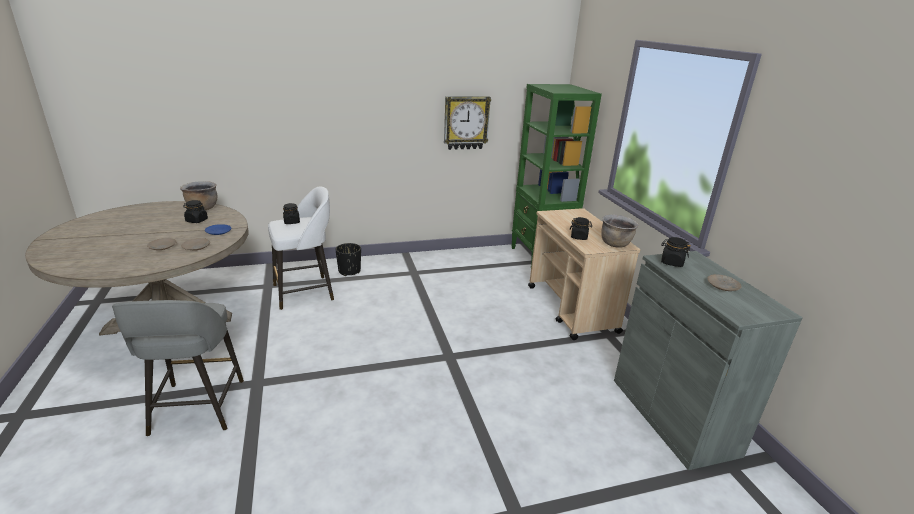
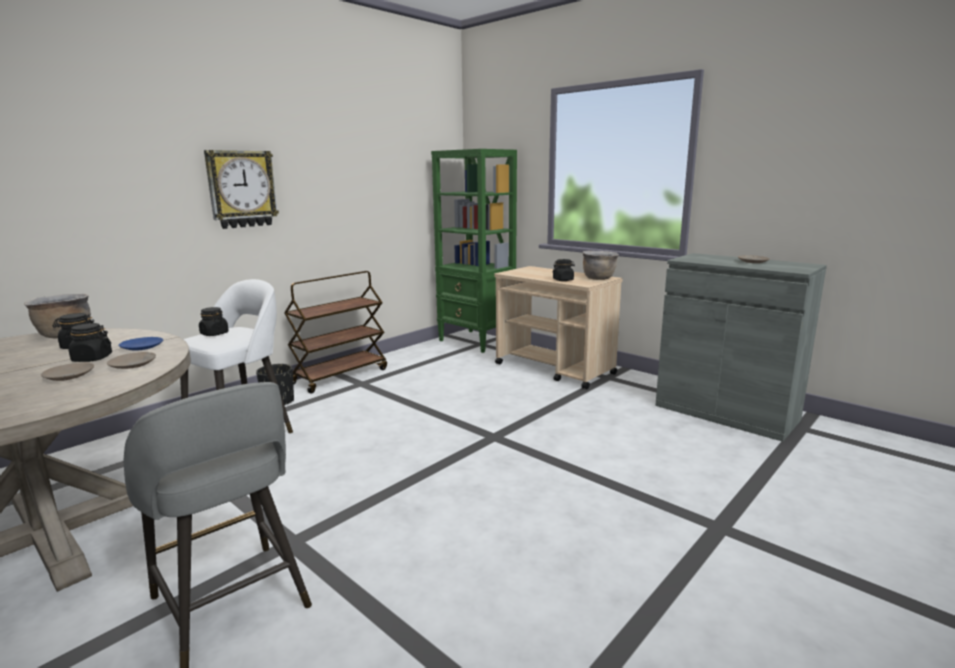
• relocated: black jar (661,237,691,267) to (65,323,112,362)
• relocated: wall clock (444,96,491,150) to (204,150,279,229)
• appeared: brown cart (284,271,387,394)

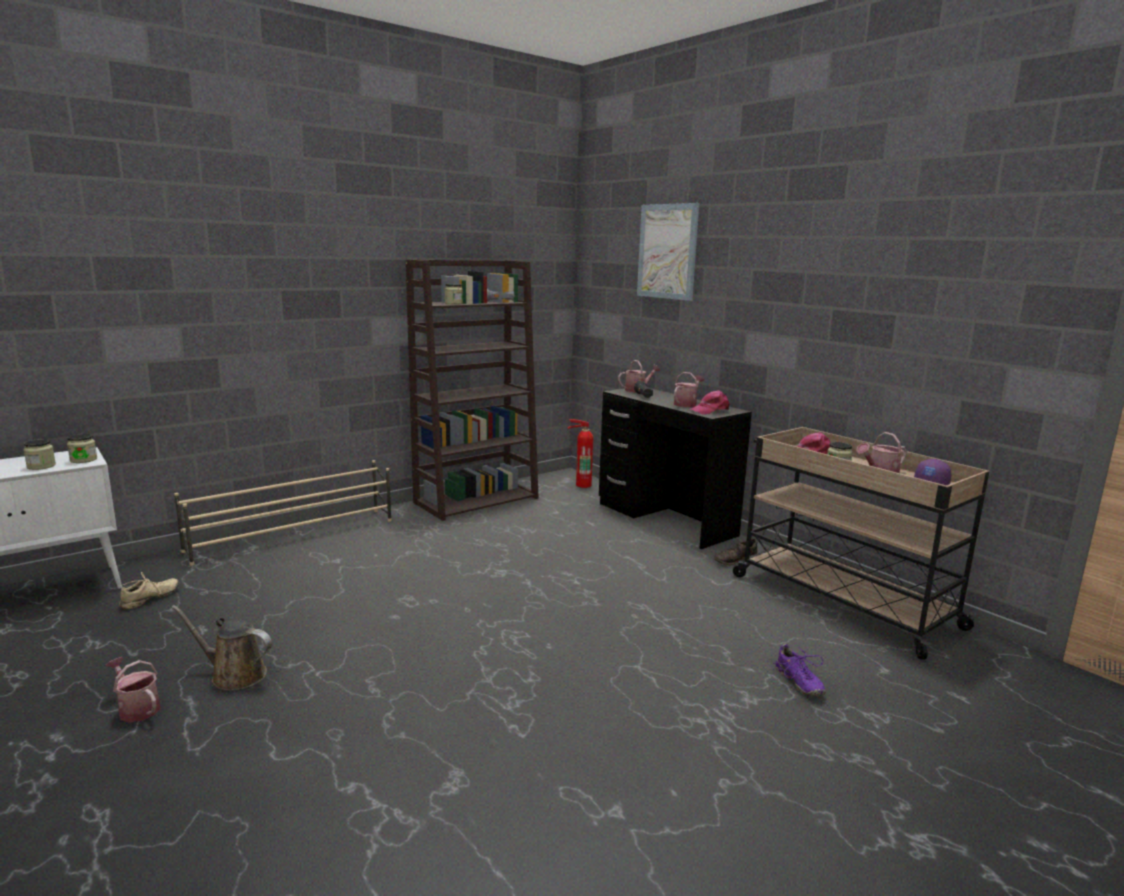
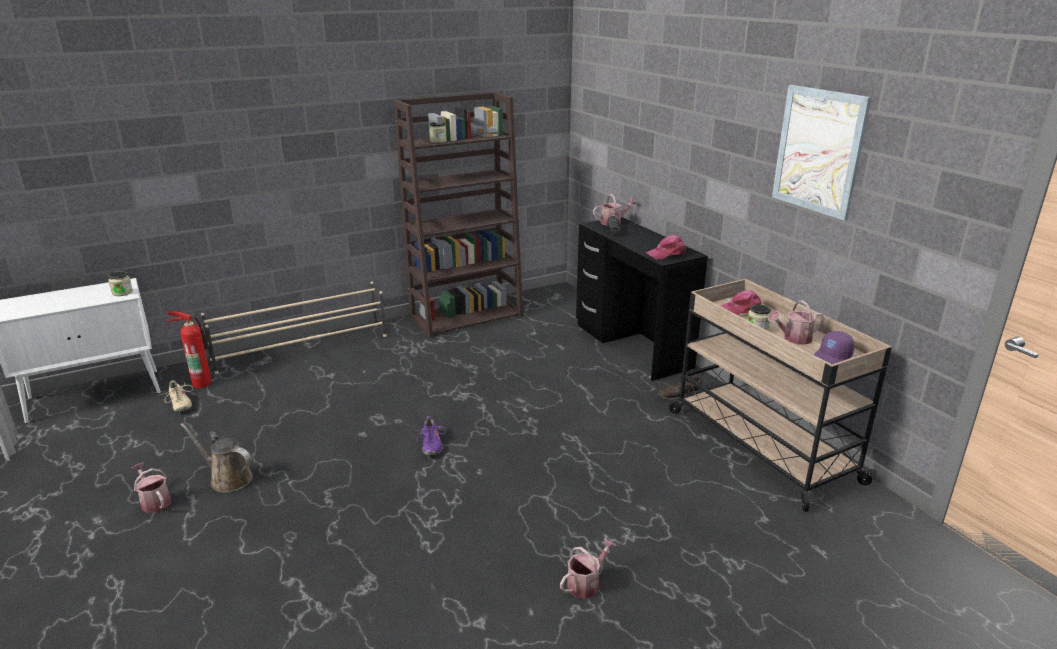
• spun: beige shoe (119,572,179,609) = (160,380,193,412) 105 degrees clockwise
• relocated: fire extinguisher (568,419,593,488) to (167,311,212,388)
• relocated: purple shoe (773,644,826,696) to (416,416,446,455)
• relocated: watering can (674,372,704,407) to (560,538,616,599)
• relocated: picture (637,203,699,301) to (772,85,871,221)
• missing: jar (23,439,56,470)

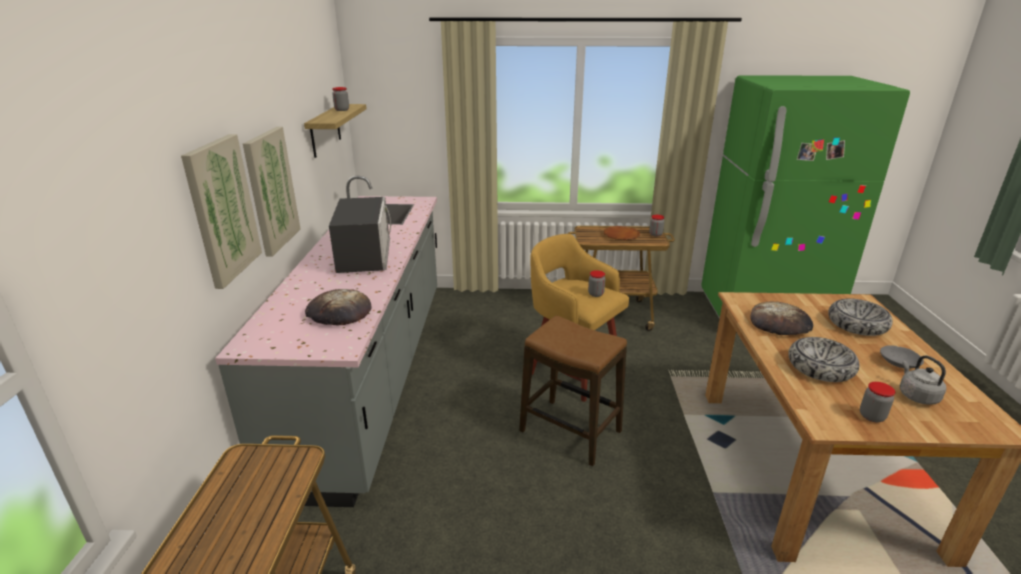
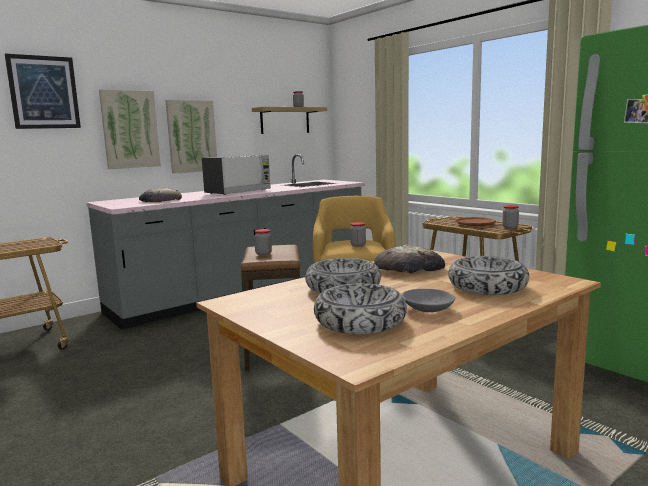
• appeared: picture (5,54,81,129)
• relocated: jar (860,382,895,422) to (254,229,272,255)
• exchanged: grey kettle (900,356,946,405) to bowl (314,283,407,334)

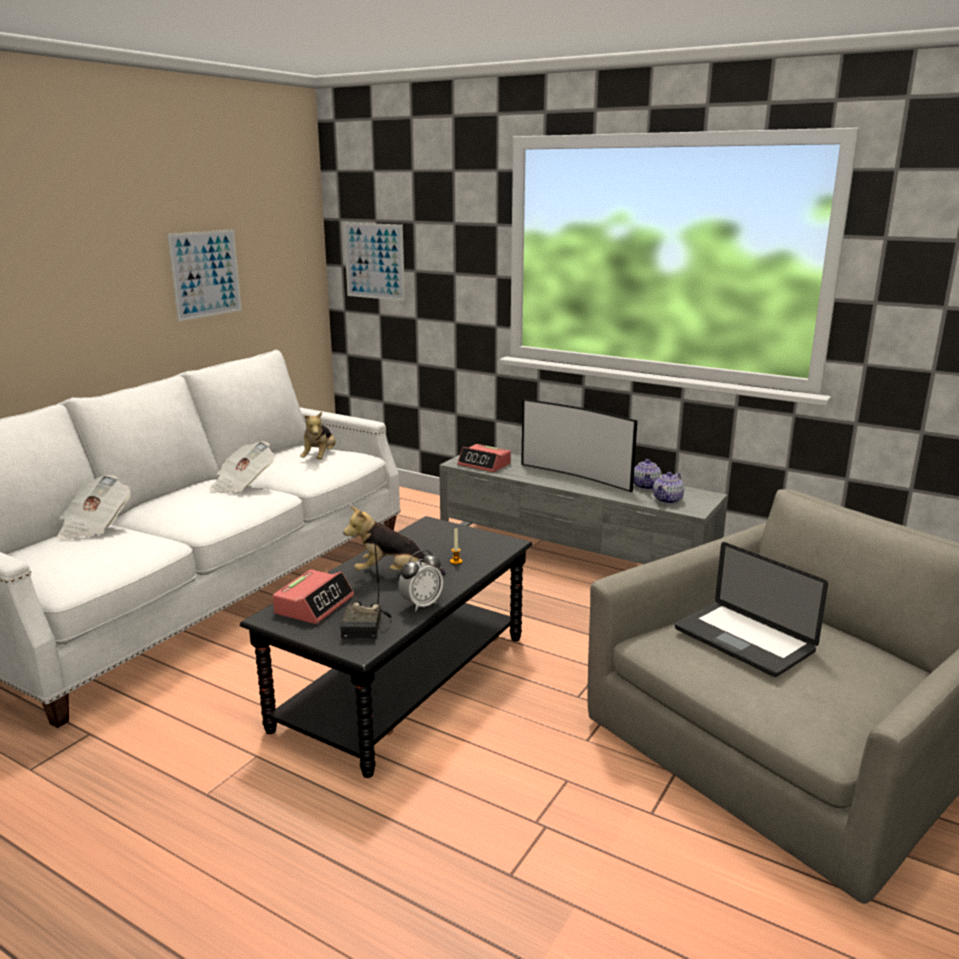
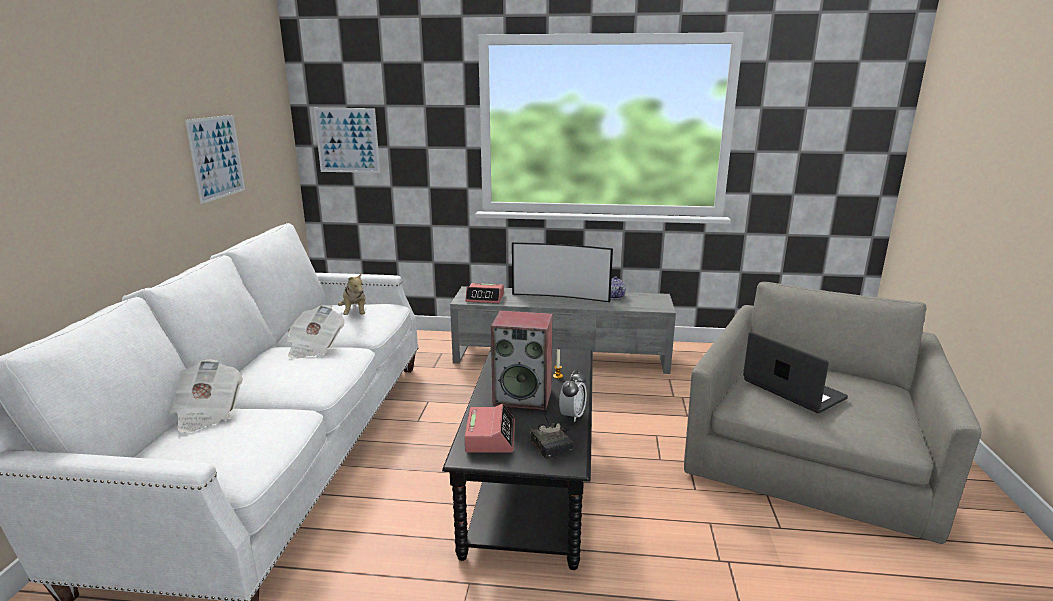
• exchanged: plush toy (343,506,446,575) to speaker (491,310,553,410)
• spun: laptop (675,542,828,677) = (743,332,848,413) 150 degrees counterclockwise
• missing: teapot (653,472,684,504)

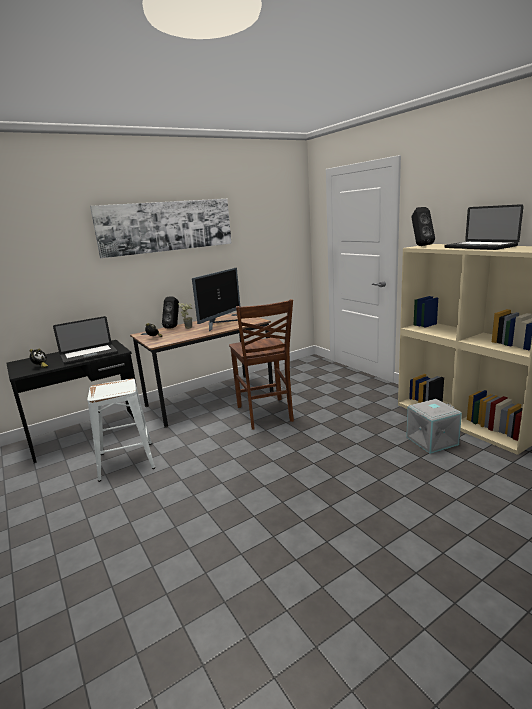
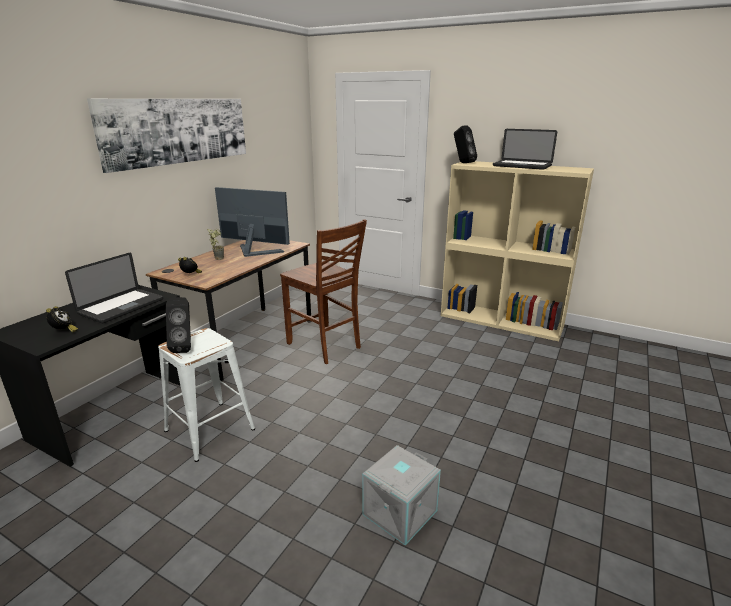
• relocated: black speaker (162,296,179,329) to (166,297,191,353)
• spun: monitor (192,268,240,332) = (215,187,290,257) 75 degrees counterclockwise
• relocated: grey storage box (406,399,462,454) to (362,445,441,546)

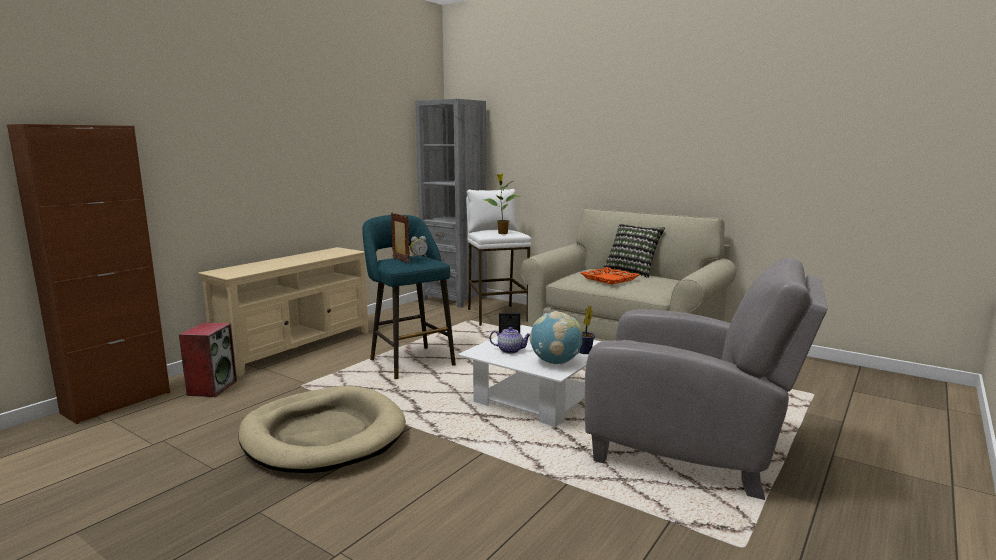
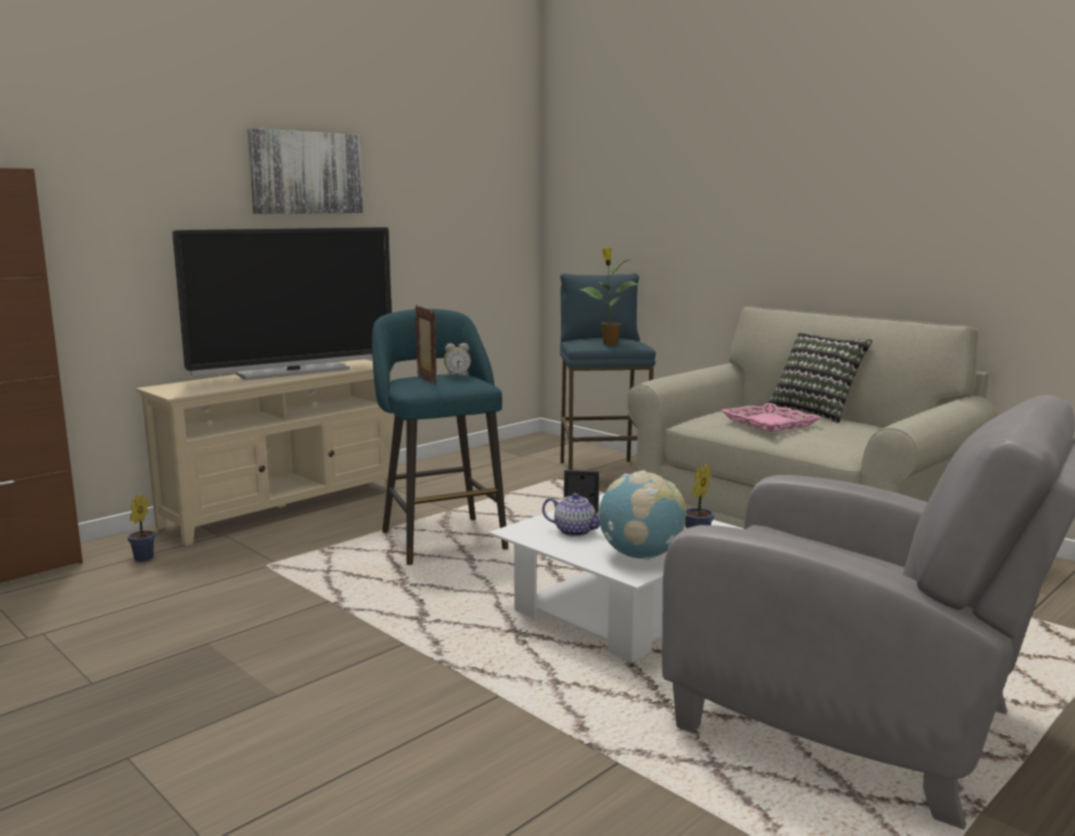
• exchanged: speaker (179,322,237,397) to potted plant (128,494,155,562)
• appeared: television (172,227,392,380)
• appeared: picture (247,128,363,214)
• colour: white stool (466,189,531,326) to blue stool (560,273,656,470)
• colour: orange tray (581,267,640,285) to pink tray (721,403,821,432)
• missing: beige dog bed (238,386,406,473)
• missing: grey bookcase (415,99,487,308)

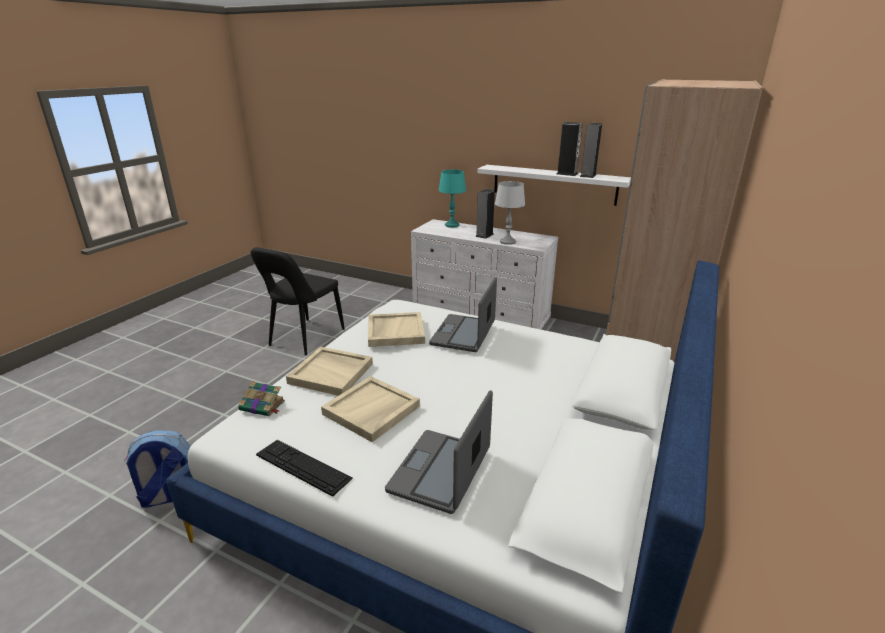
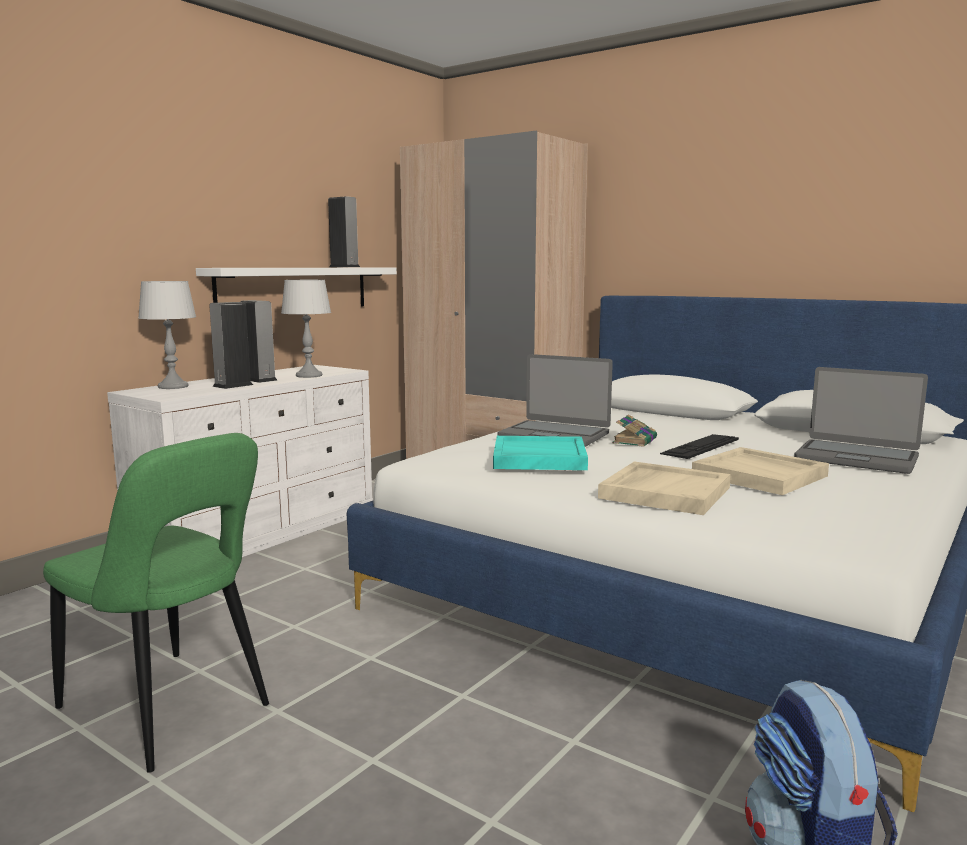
• colour: black chair (250,247,345,356) to green chair (43,433,269,773)
• colour: turquoise table lamp (439,170,466,228) to grey table lamp (138,281,196,389)
• relocated: speaker (557,122,582,176) to (209,302,253,389)
• colour: beige tray (368,312,425,347) to turquoise tray (493,436,588,470)
• relocated: book (238,381,285,416) to (612,414,657,447)
• relocated: keyboard (256,440,353,497) to (660,434,739,459)

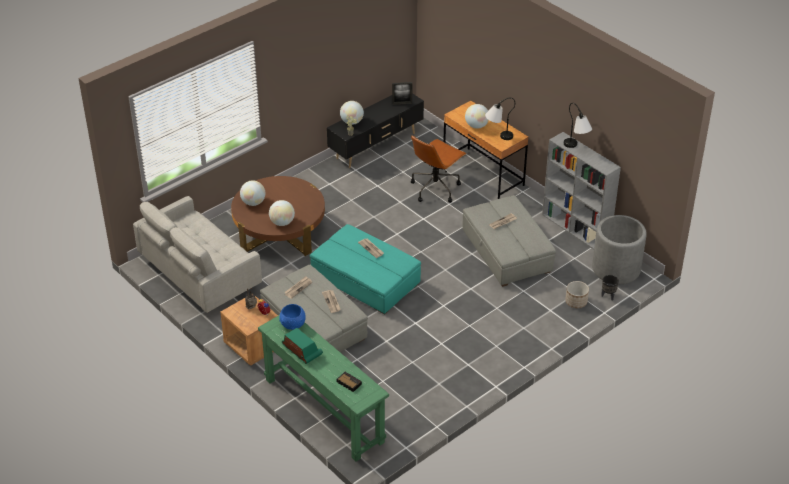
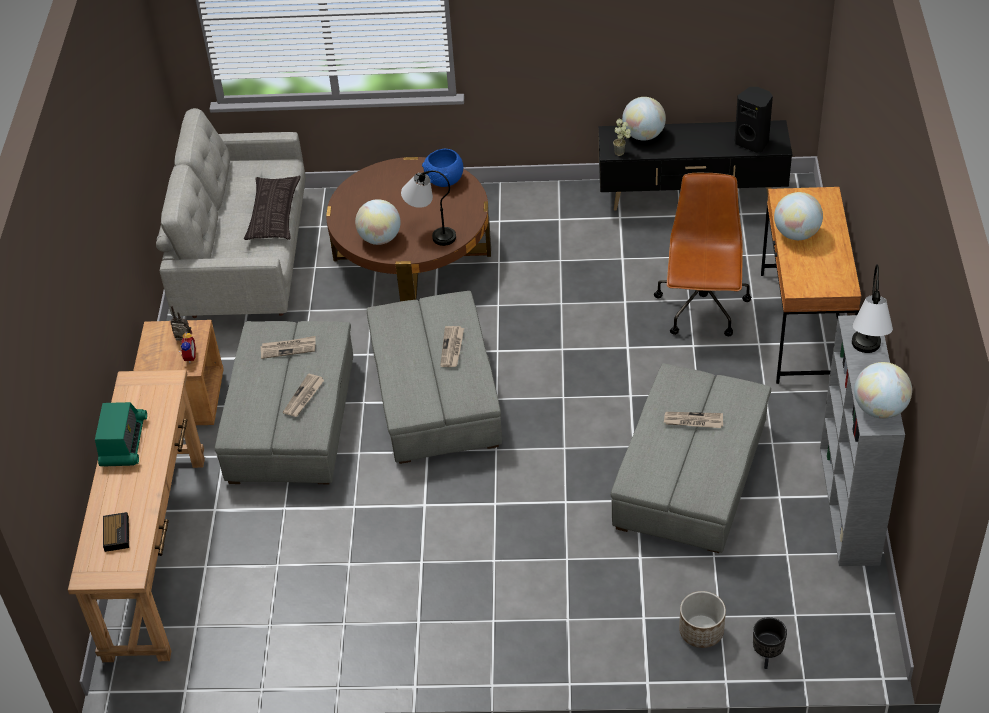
• colour: green console table (258,315,389,461) to brown console table (68,370,205,662)
• appeared: pillow (244,176,300,240)
• colour: turquoise ottoman (310,224,421,315) to grey ottoman (367,291,502,464)
• relocated: table lamp (485,98,515,140) to (401,170,456,246)
• relocated: blue bowl (279,304,306,330) to (422,149,463,187)
• spun: brown office chair (411,135,467,203) = (654,173,752,336) 105 degrees clockwise
• exchanged: picture frame (392,82,412,105) to black speaker (735,87,773,153)
• relocated: globe (240,180,265,206) to (854,362,912,419)
• missing: grey planter (592,215,647,284)

